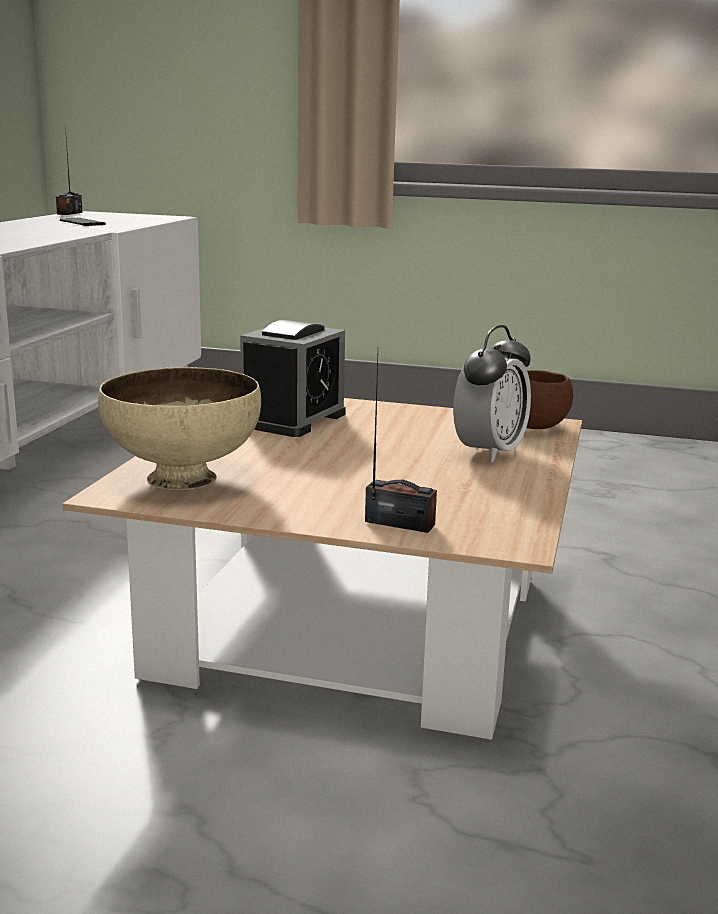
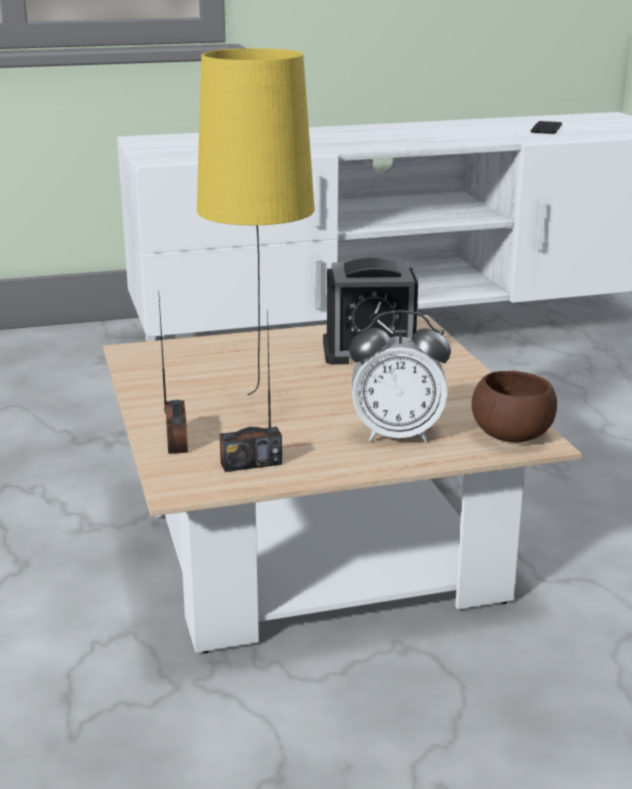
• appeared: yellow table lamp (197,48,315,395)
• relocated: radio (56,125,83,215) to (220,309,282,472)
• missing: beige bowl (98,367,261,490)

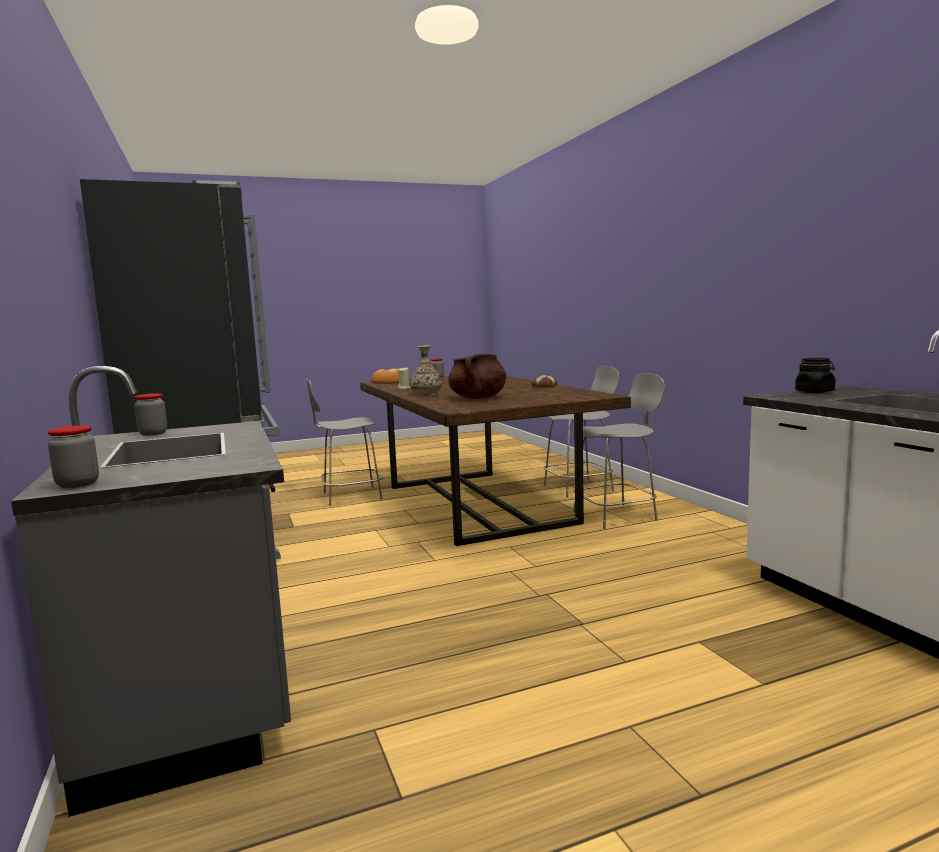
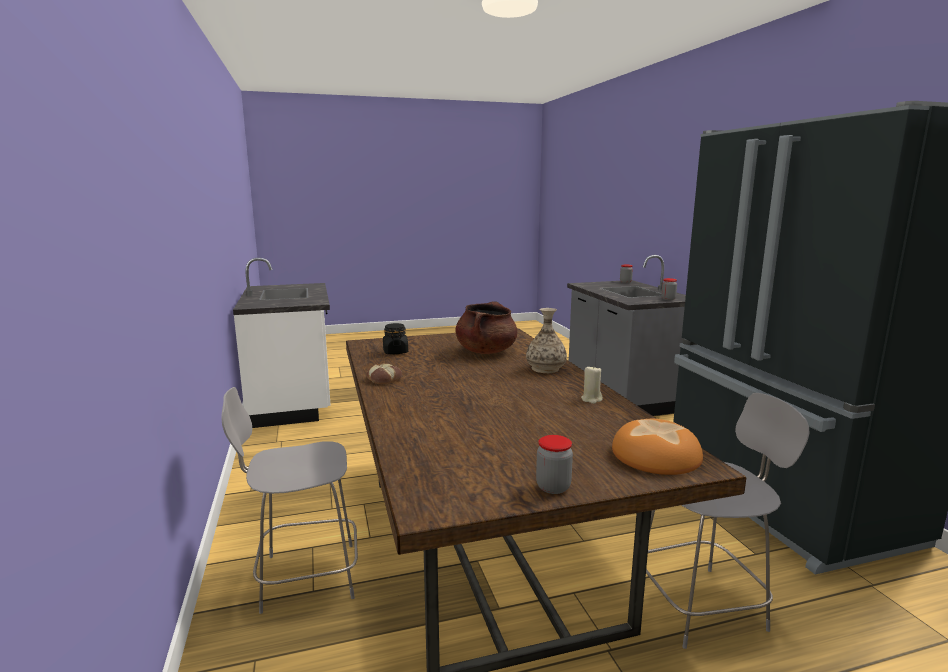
• relocated: black jar (795,358,835,393) to (383,323,408,354)
• missing: grey chair (573,373,665,529)

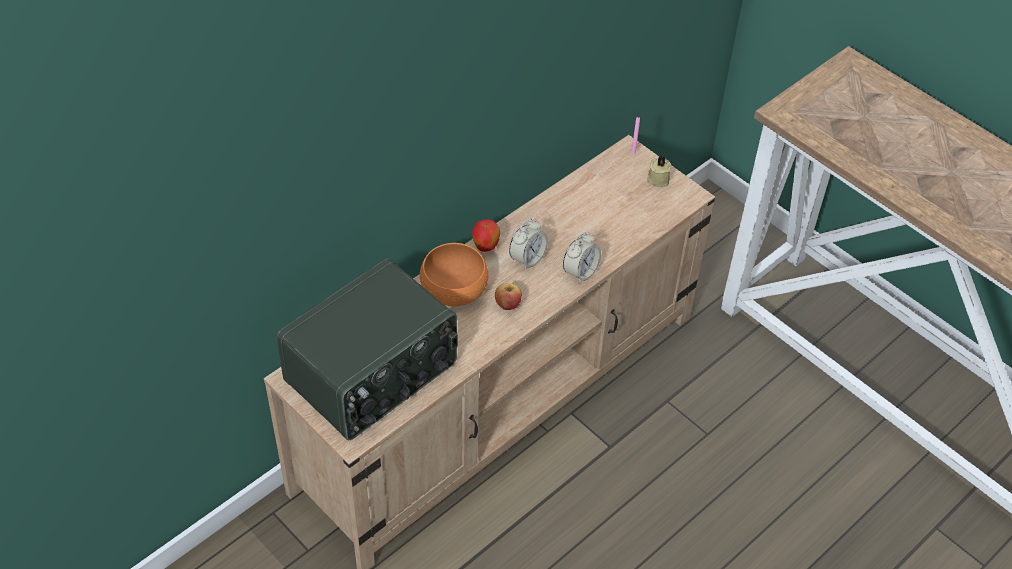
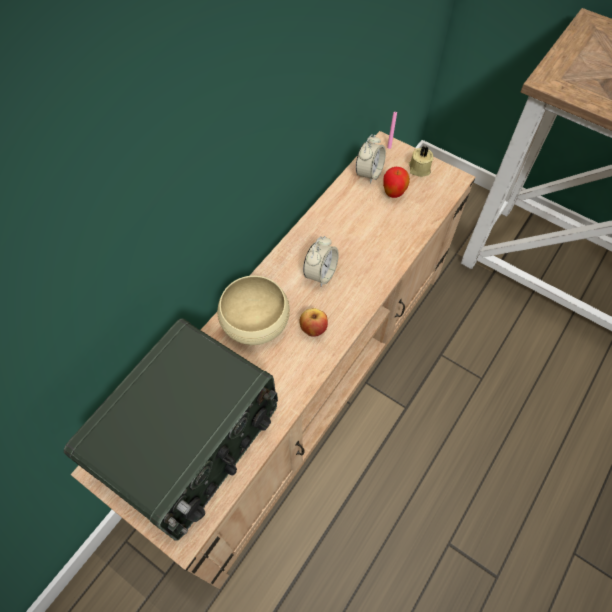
• colour: orange bowl (420,243,489,306) to beige bowl (217,276,290,345)
• relocated: alarm clock (563,232,601,284) to (356,134,386,184)
• relocated: apple (472,219,500,252) to (383,167,410,198)

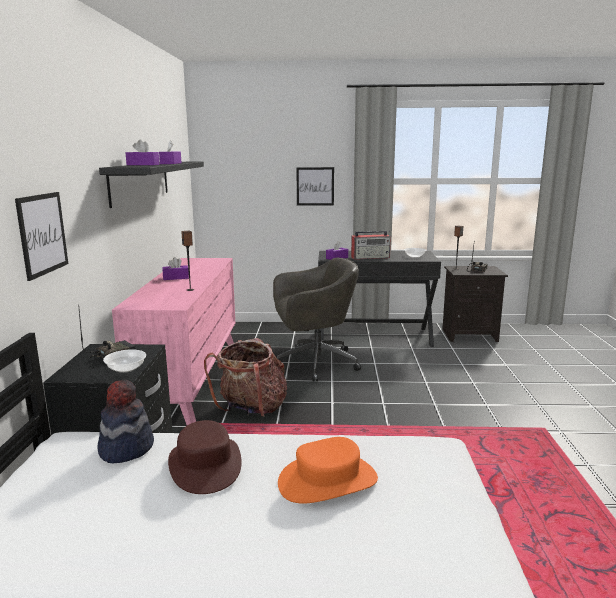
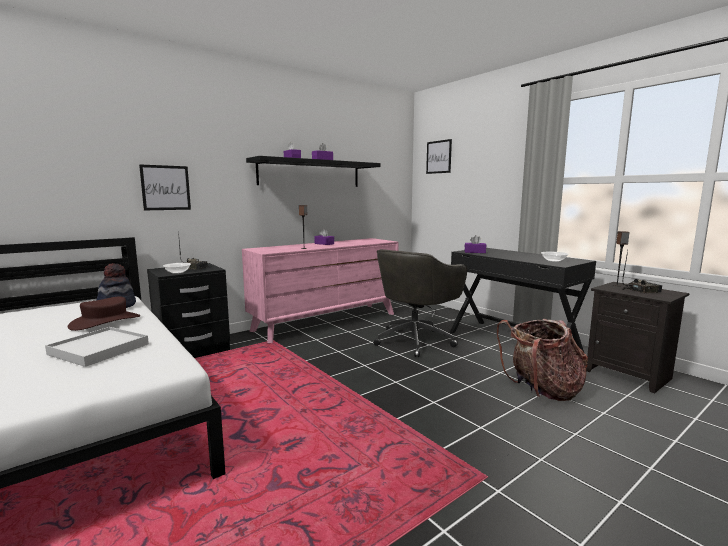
• exchanged: orange hat (278,437,378,504) to white tray (45,327,149,367)
• spun: grey office chair (273,258,361,382) = (373,249,467,357) 90 degrees clockwise
• relocated: picture (296,167,334,205) to (426,139,452,174)
• relocated: backpack (204,338,287,417) to (497,319,588,401)
• missing: radio (351,230,391,259)

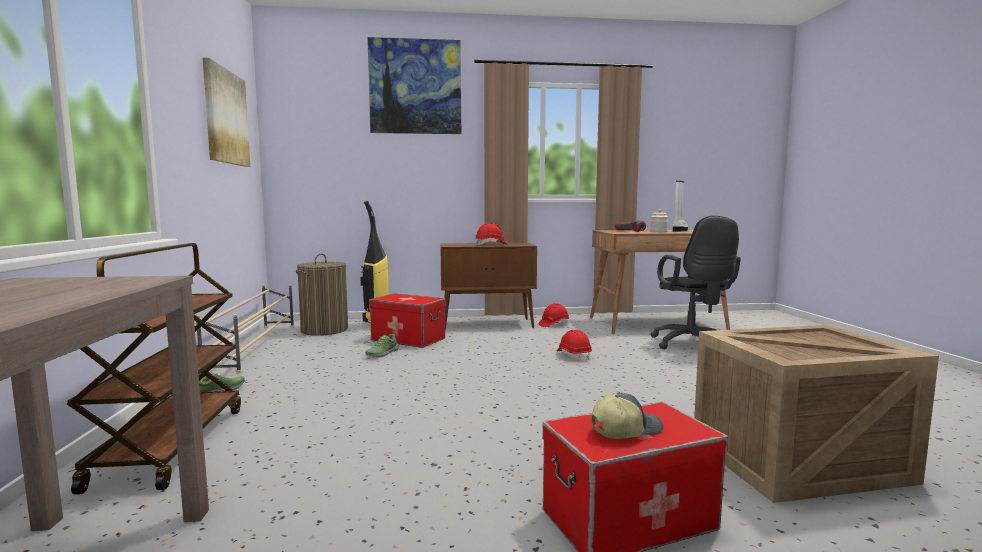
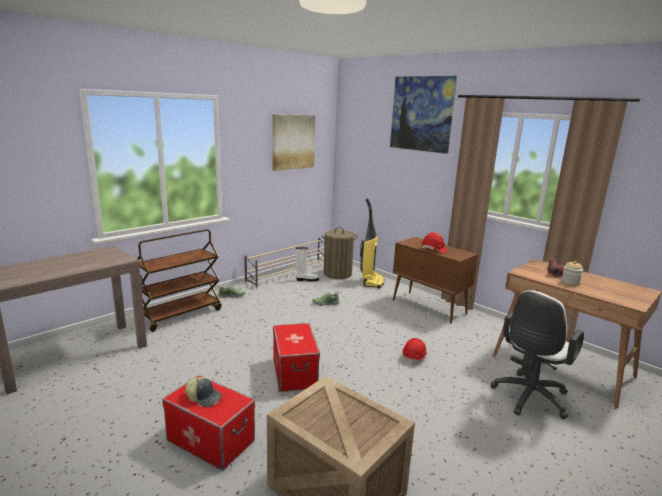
• relocated: storage box (369,293,445,348) to (273,323,320,392)
• relocated: white boot (673,181,688,232) to (295,247,319,281)
• colour: black office chair (650,216,741,350) to white office chair (490,290,584,419)
• missing: red hard hat (539,303,569,327)

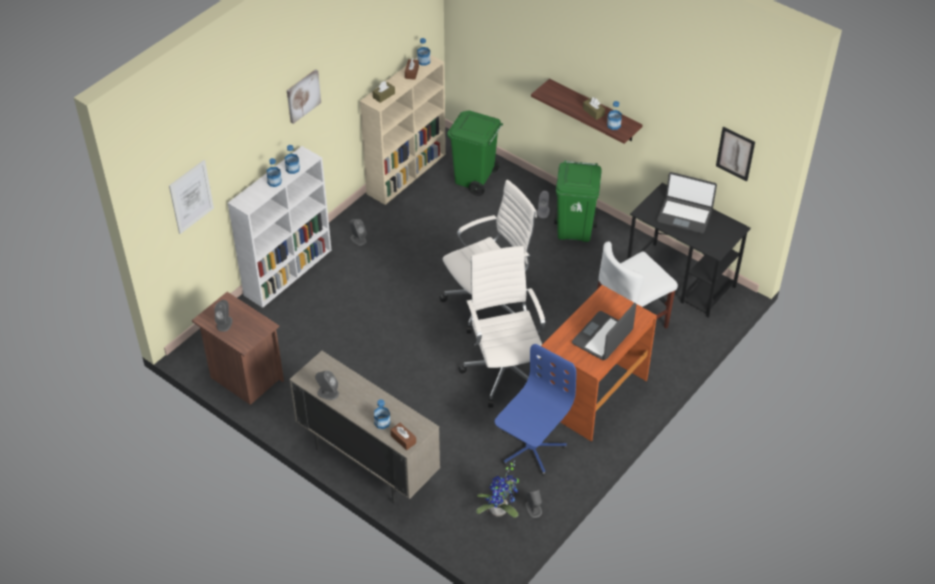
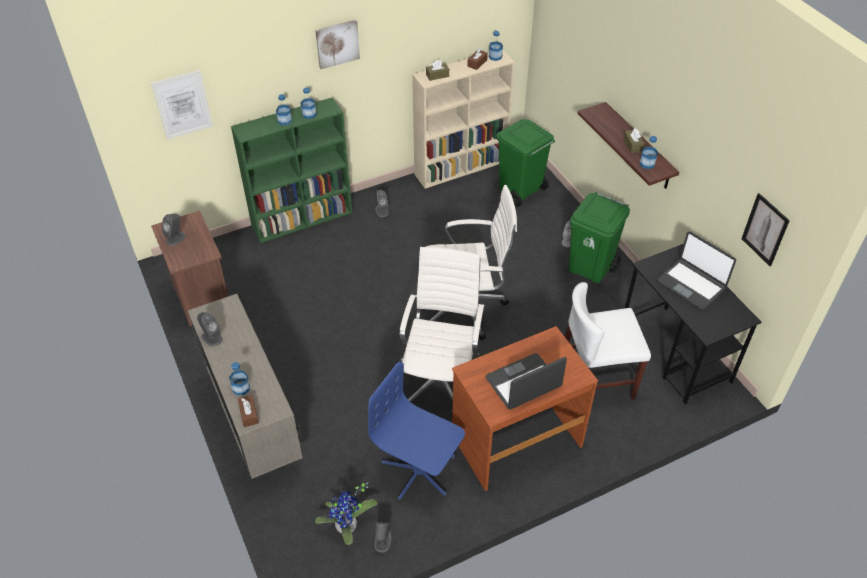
• colour: white bookcase (228,146,331,308) to green bookcase (231,97,352,243)
• spun: blue office chair (495,344,576,475) = (368,362,465,502) 120 degrees counterclockwise

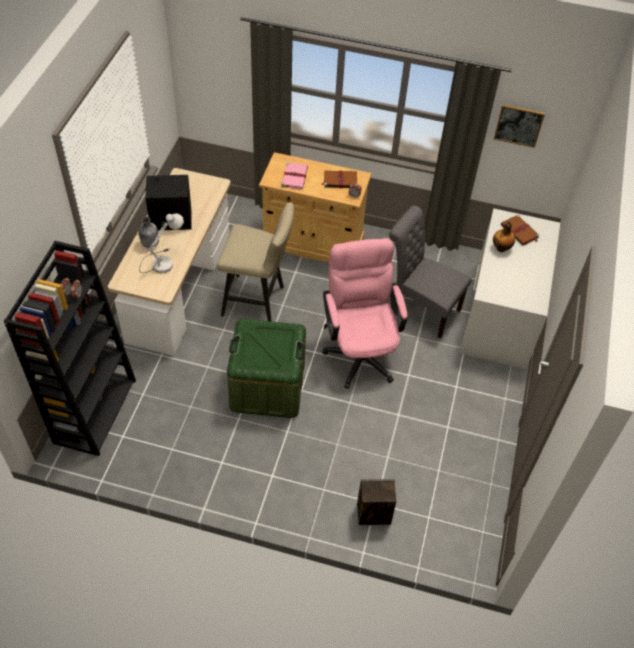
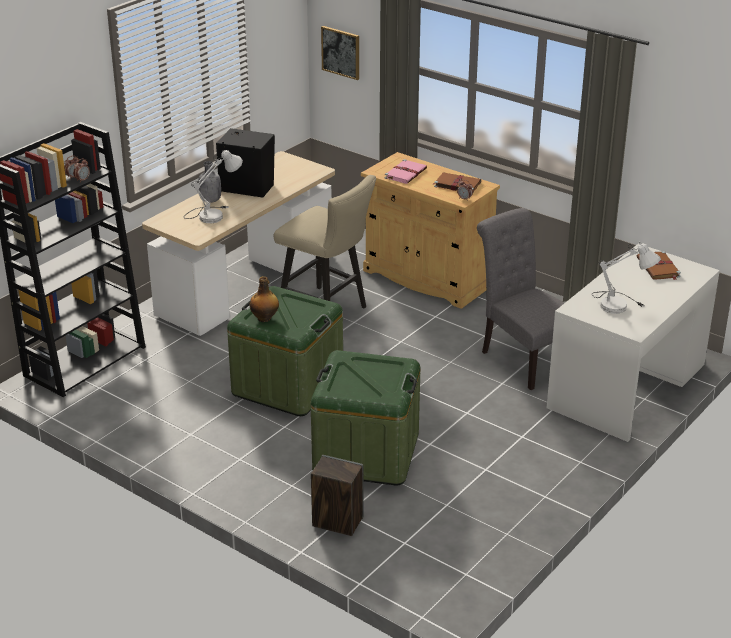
• relocated: bottle (493,221,515,252) to (249,276,279,322)
• appeared: green storage box (311,350,420,486)
• relocated: picture (494,104,545,148) to (321,26,359,80)
• appeared: white table lamp (592,242,661,314)
• missing: pink office chair (323,238,408,389)

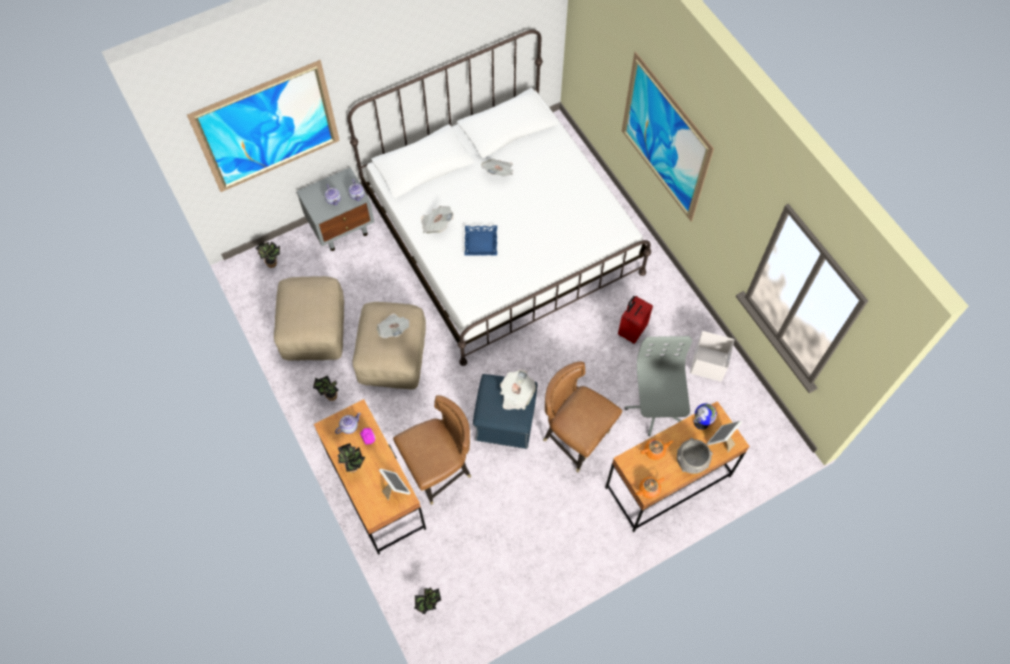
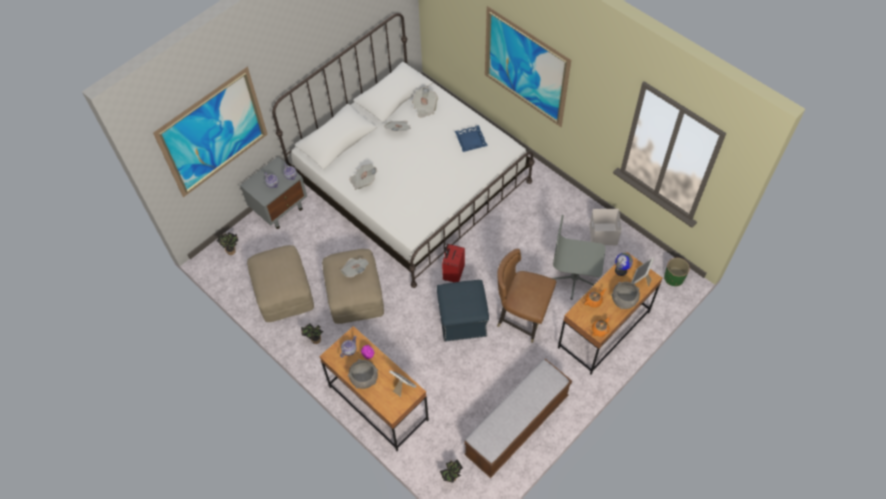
• exchanged: potted plant (337,443,365,473) to grey bowl (348,359,378,389)
• relocated: newspaper (500,370,536,410) to (412,87,438,118)
• relocated: red suitcase (618,296,653,344) to (442,244,465,282)
• relocated: blue tray (465,226,497,256) to (455,125,488,152)
• appeared: bench (464,359,572,478)
• spun: grey office chair (625,336,692,436) = (552,215,606,300) 60 degrees counterclockwise
• appeared: green planter (664,258,690,286)
• missing: brown chair (393,395,471,505)

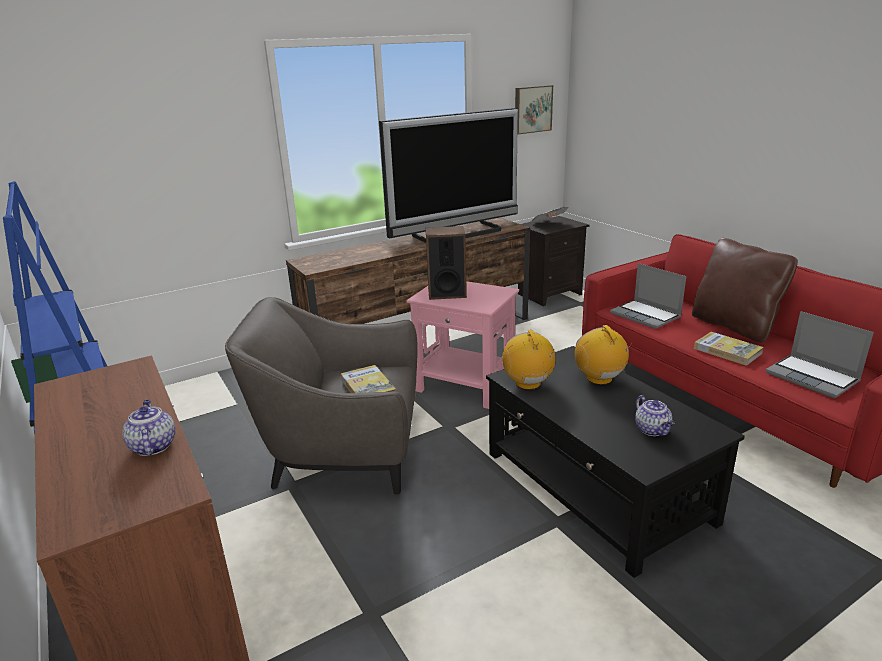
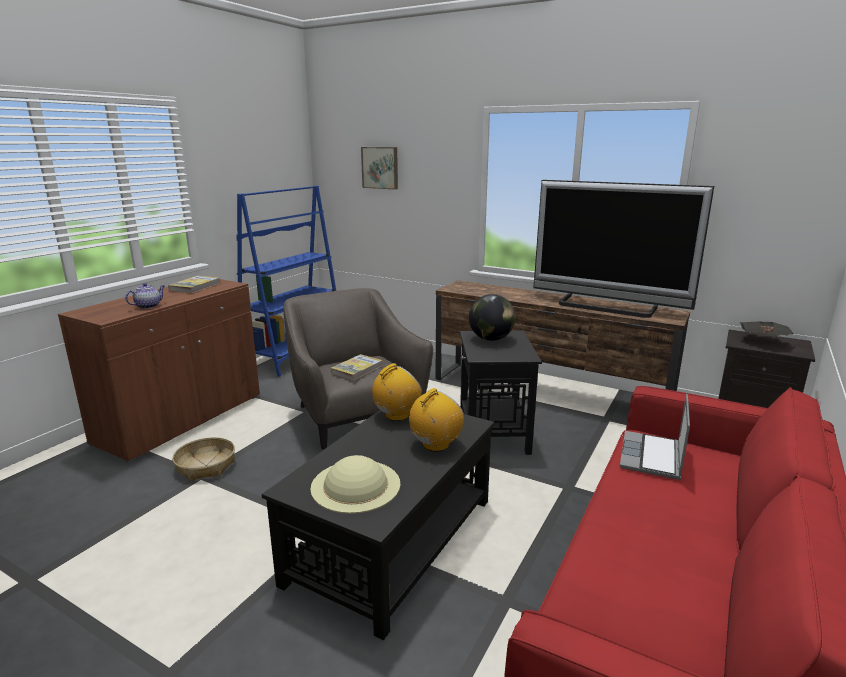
• relocated: book (694,332,764,366) to (168,276,220,293)
• appeared: basket (172,437,235,481)
• exchanged: teapot (635,395,674,436) to beige hat (310,455,400,514)
• relocated: picture (515,85,553,134) to (361,147,398,189)
• colour: pink side table (406,281,519,409) to black side table (460,331,542,455)
• exchanged: speaker (426,226,467,300) to globe (469,294,516,341)
• missing: brown pillow (692,238,798,343)
• missing: laptop (766,311,874,398)

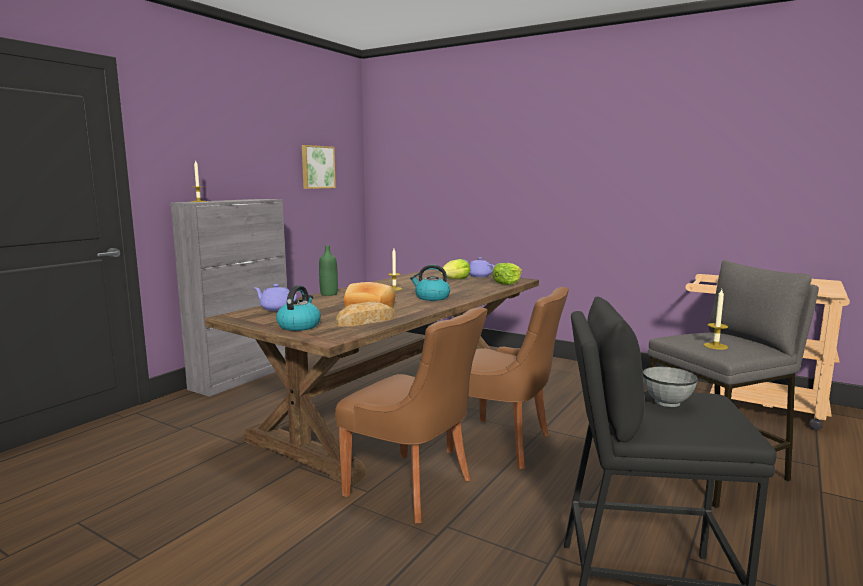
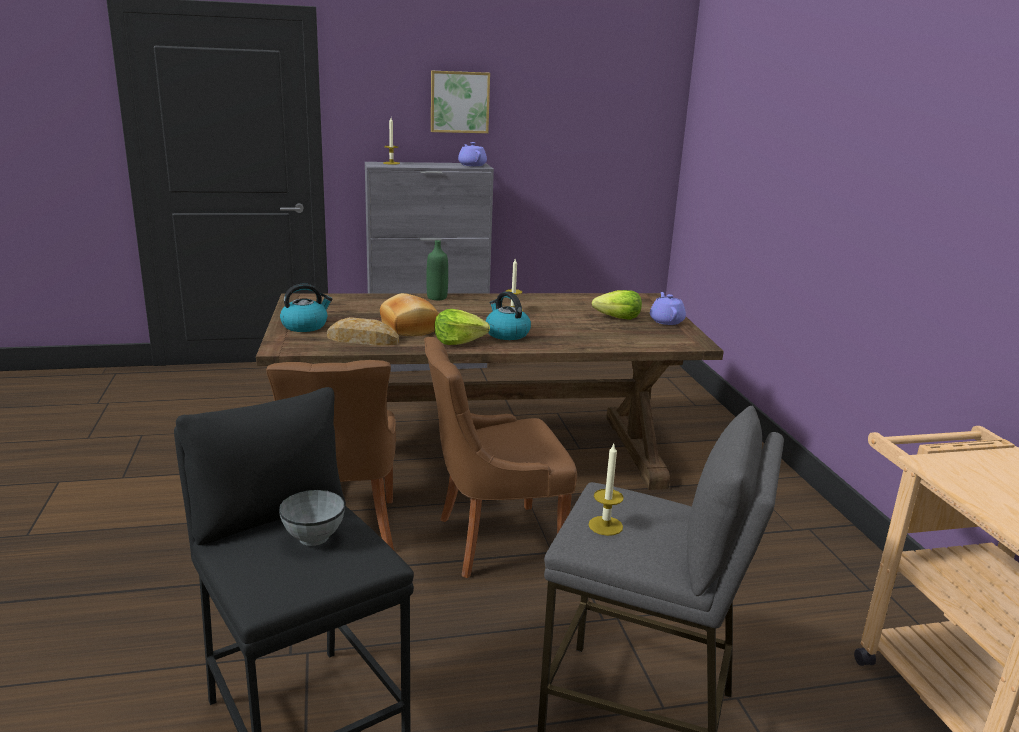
• spun: brown chair (446,287,569,469) = (424,337,577,578) 90 degrees clockwise
• relocated: picture (302,145,336,189) to (431,71,490,133)
• relocated: lettuce (492,263,522,285) to (435,309,490,345)
• relocated: purple teapot (254,284,297,311) to (458,142,487,166)

